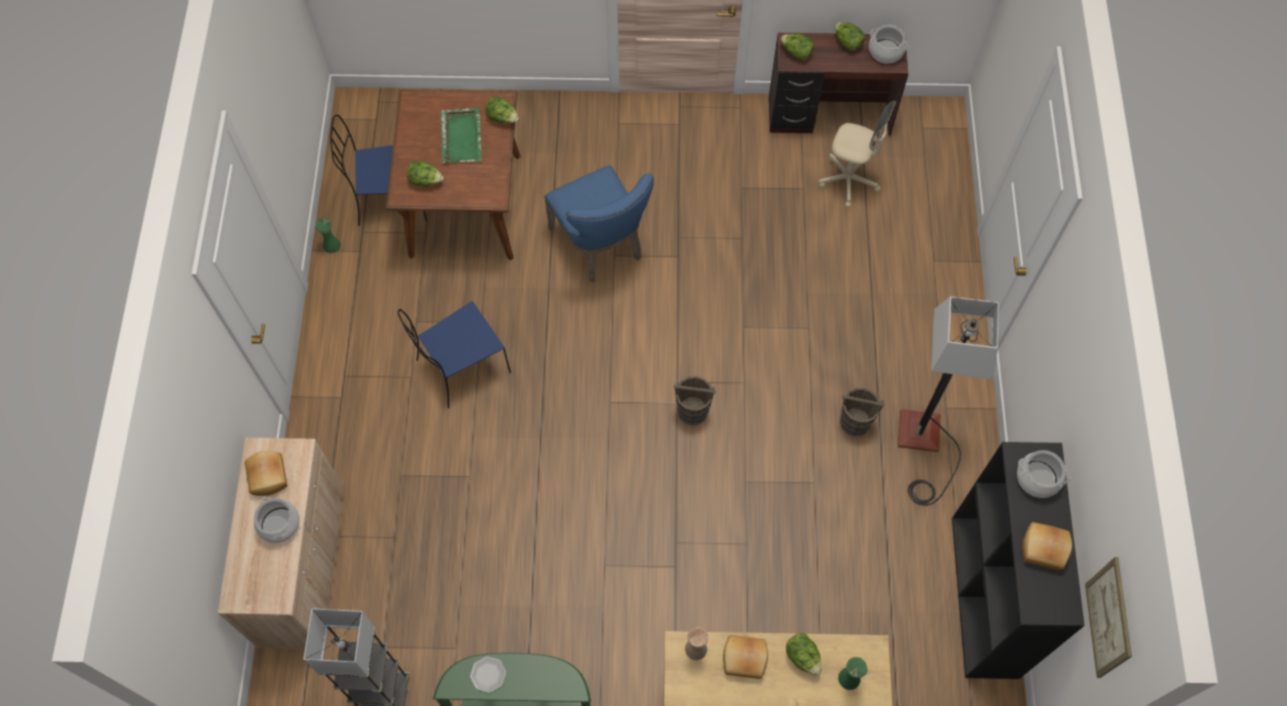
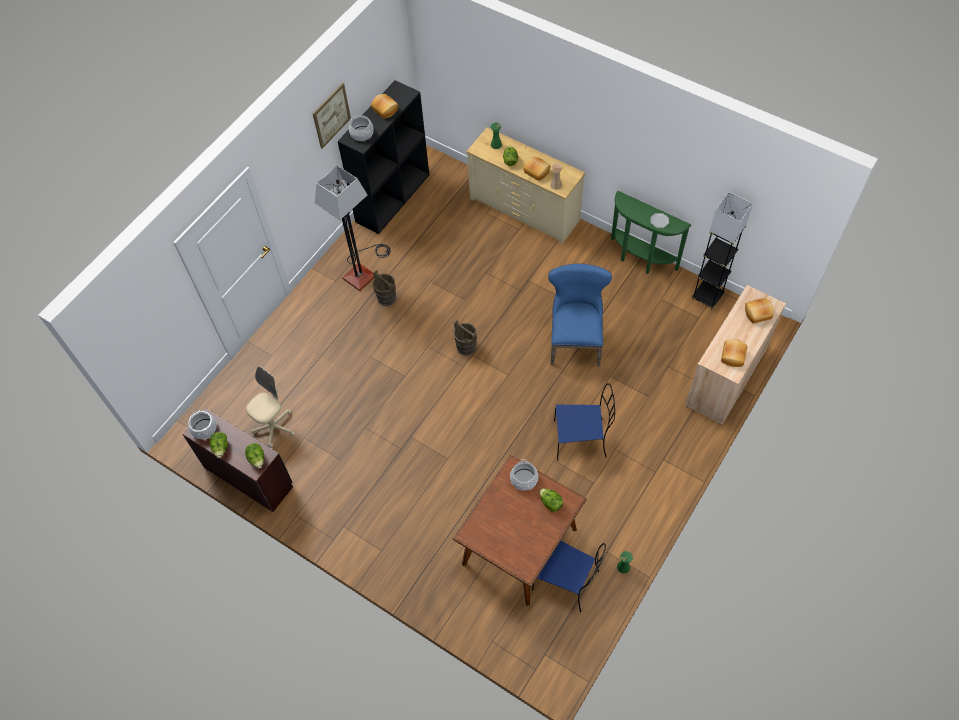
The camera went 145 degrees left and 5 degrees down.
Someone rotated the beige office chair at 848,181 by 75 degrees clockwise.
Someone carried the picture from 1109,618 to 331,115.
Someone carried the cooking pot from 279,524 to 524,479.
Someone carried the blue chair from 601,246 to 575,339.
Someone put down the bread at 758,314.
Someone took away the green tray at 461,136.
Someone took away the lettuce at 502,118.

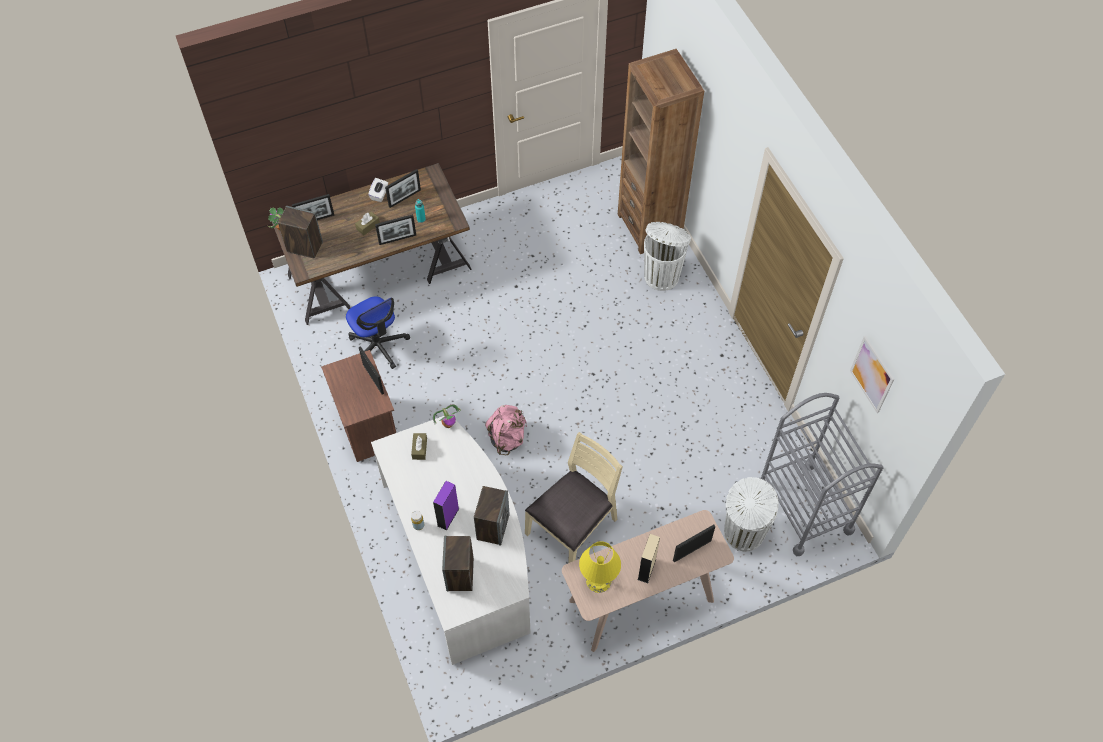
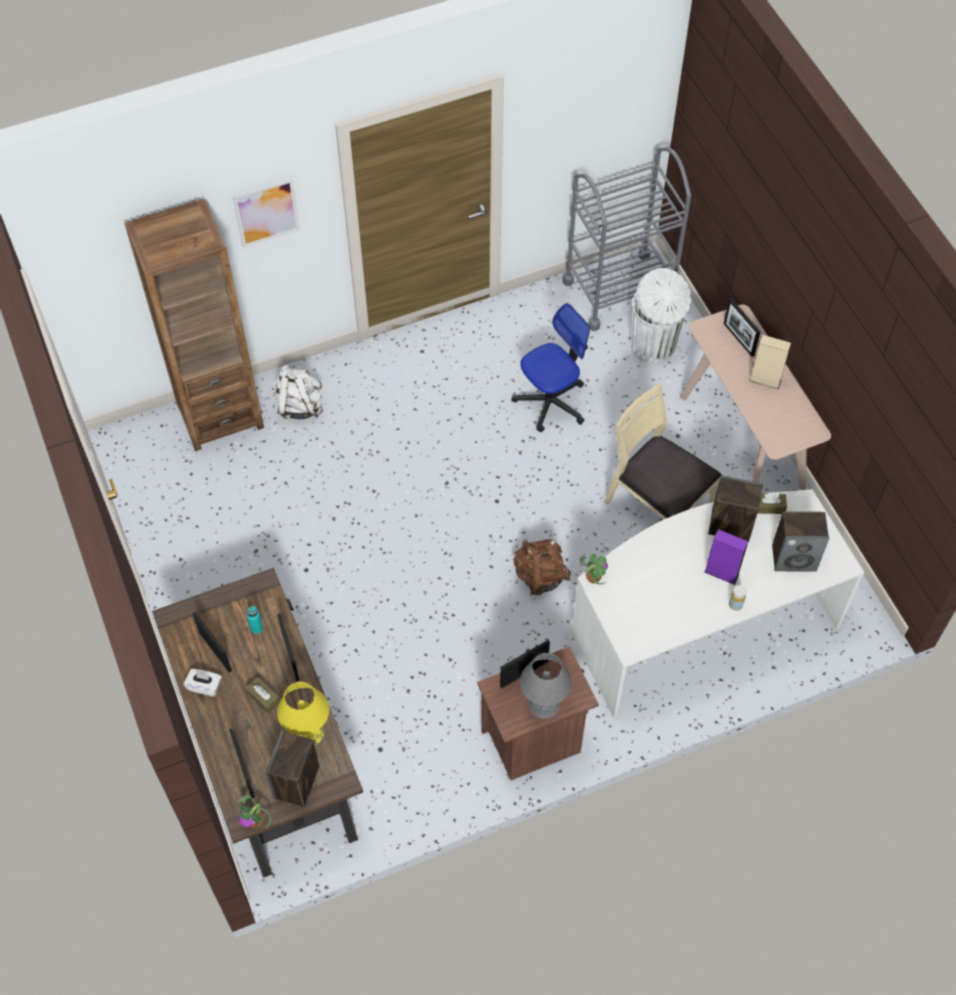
The camera went 90 degrees left and 0 degrees up.
Someone carried the picture from 872,374 to 266,212.
Someone swapped the white trash can at 662,275 for the white backpack at 299,405.
Someone carried the yellow table lamp from 598,580 to 308,732.
Someone carried the office chair from 378,346 to 550,402.
Someone repainted the pink backpack at 507,438, which became the brown backpack at 540,576.
Someone put down the grey table lamp at 544,704.
Someone carried the brown tissue box from 419,448 to 769,507.

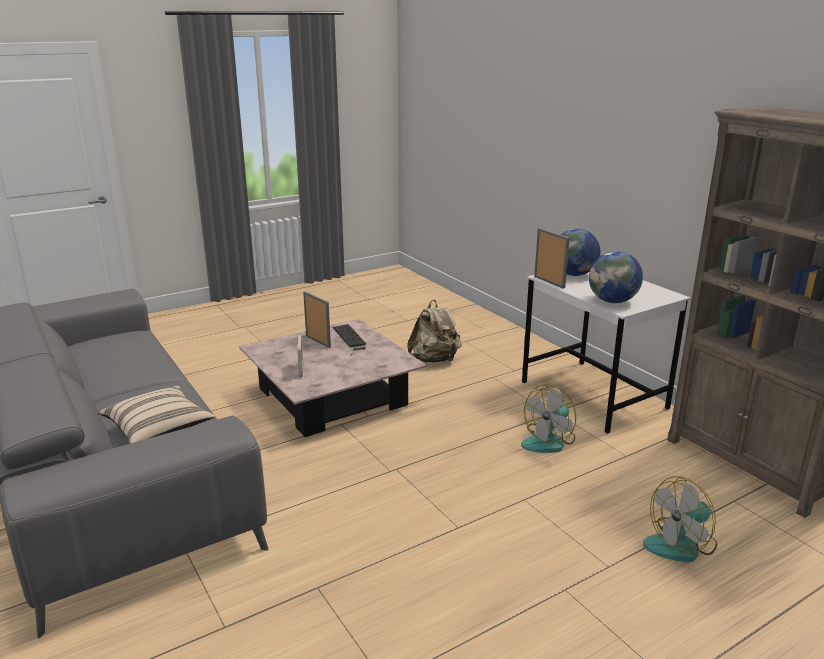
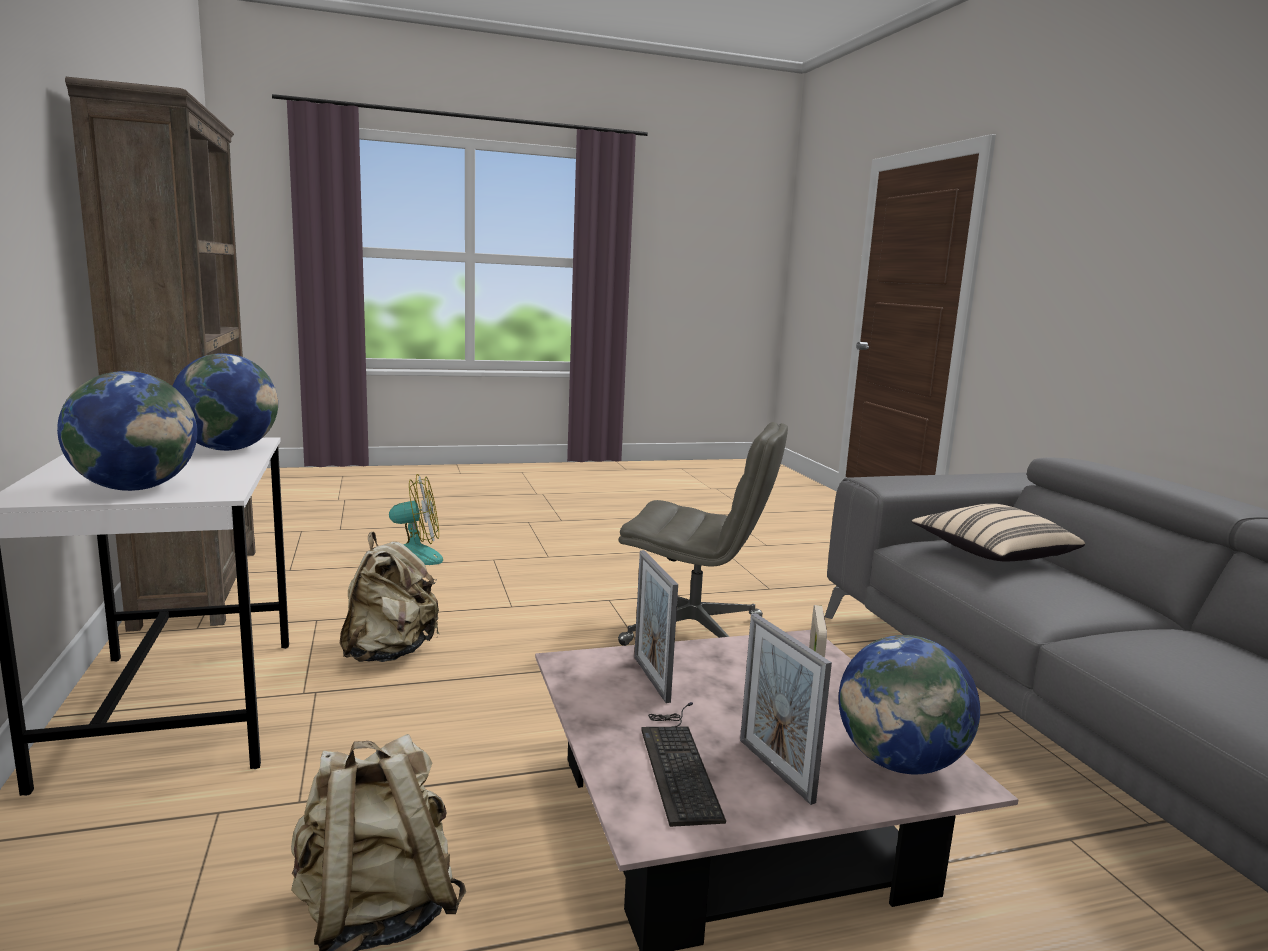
The camera went 165 degrees left and 10 degrees down.
Someone swapped the fan at 549,441 for the beige backpack at 389,653.
Someone put down the grey office chair at 695,632.
Someone carried the picture frame from 549,282 to 651,679.
Someone put down the globe at 899,762.

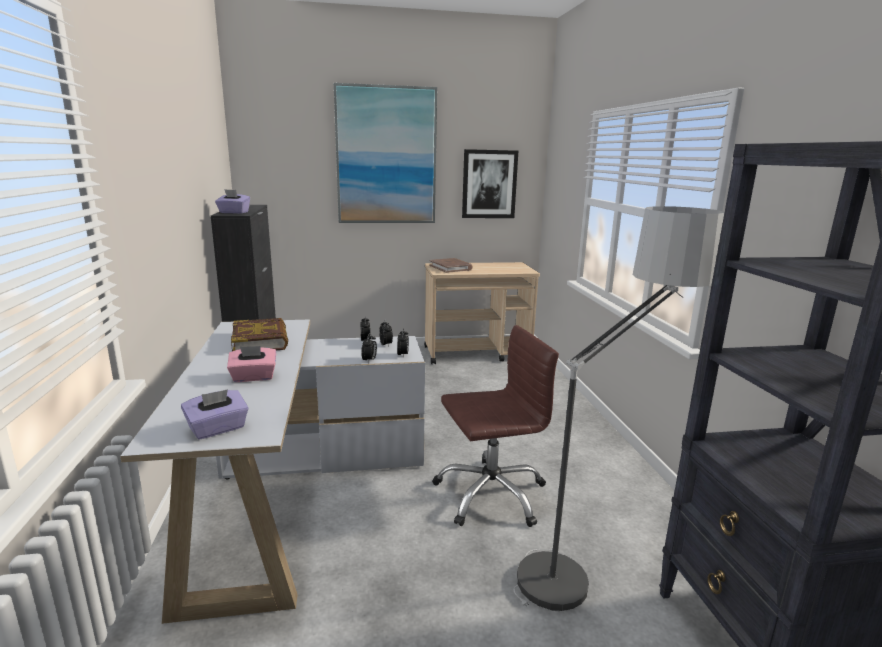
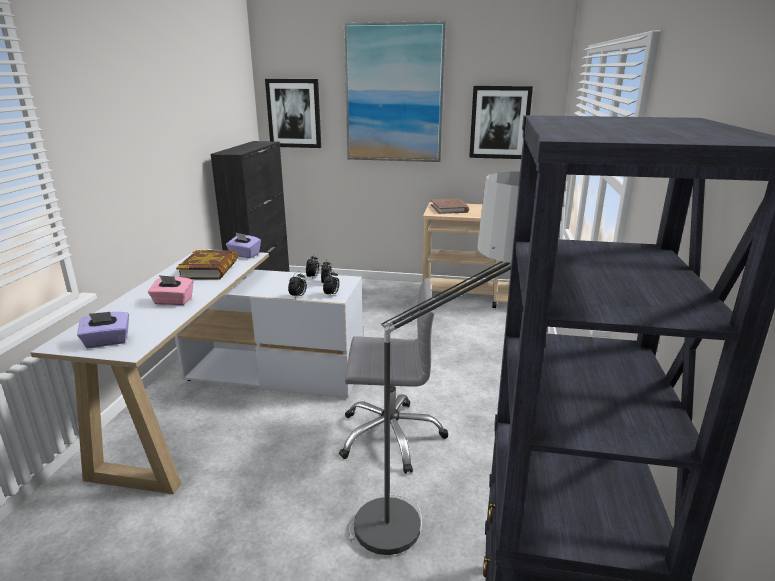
The camera went 20 degrees right and 5 degrees up.
Someone carried the purple tissue box from 233,212 to 244,255.
Someone put up the picture at 294,113.
Someone repainted the brown office chair at 490,494, which became the grey office chair at 390,435.

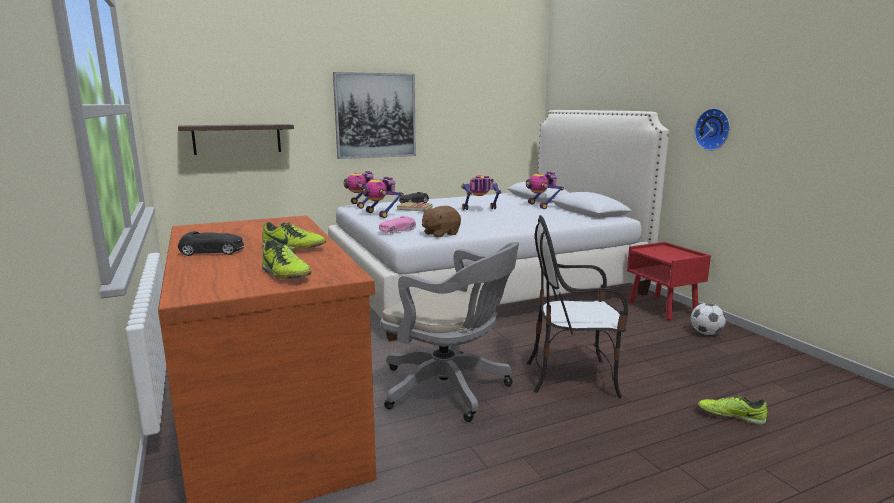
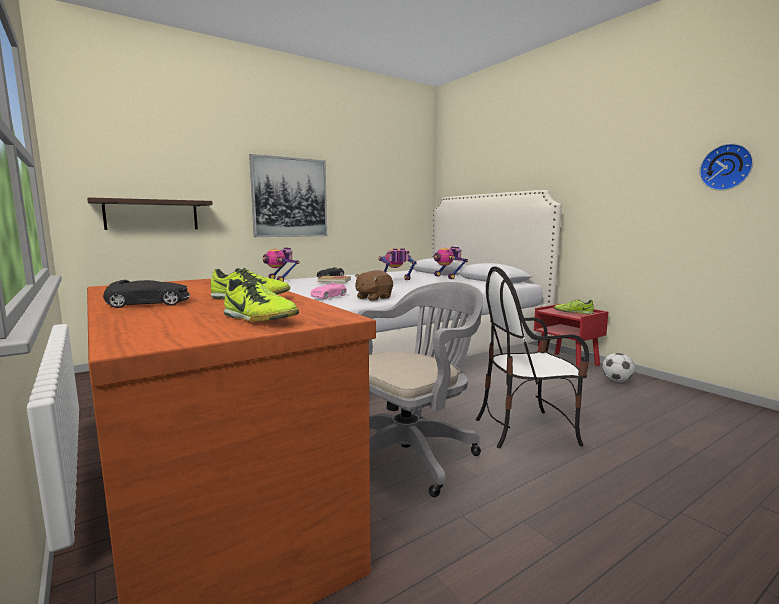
The camera went 10 degrees left and 5 degrees down.
Someone rotated the grey office chair at 450,389 by 60 degrees counterclockwise.
Someone carried the shoe from 730,416 to 573,313.
Someone carried the wall clock from 714,129 to 726,167.
Someone took away the toy robot at 381,214.

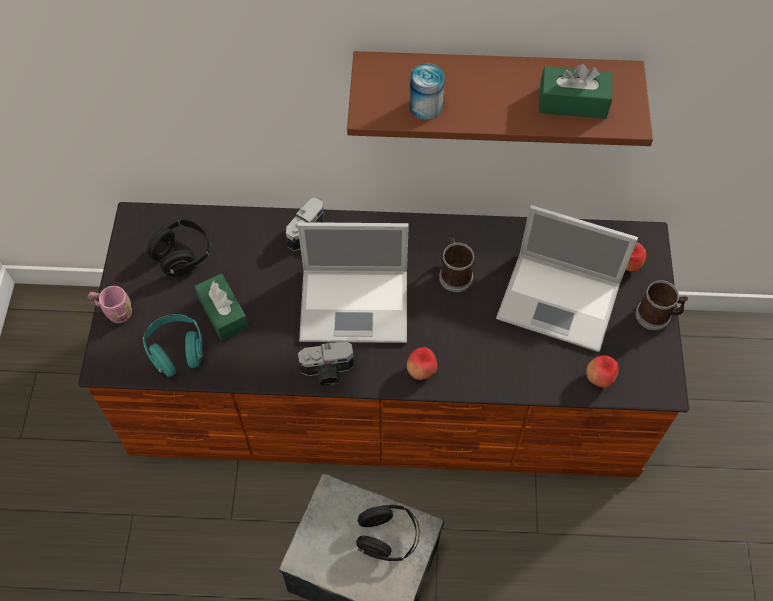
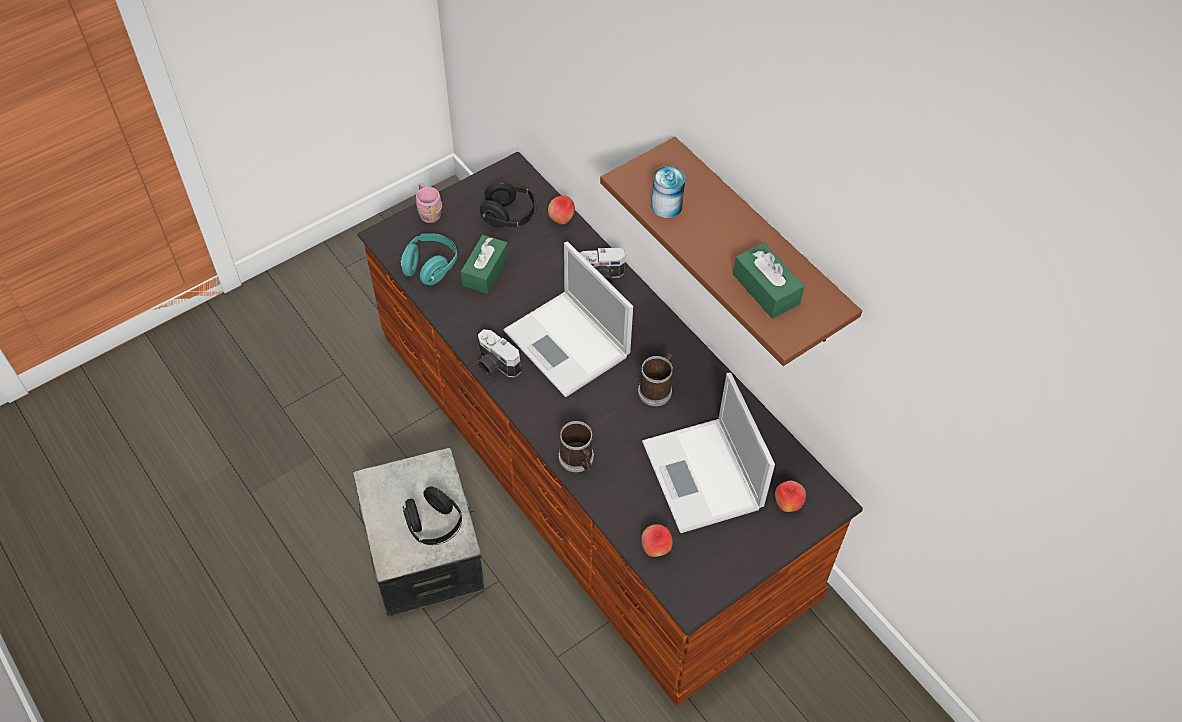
The camera went 50 degrees right and 5 degrees down.
Someone carried the apple from 421,371 to 561,219.
Someone carried the mug from 657,315 to 578,460.

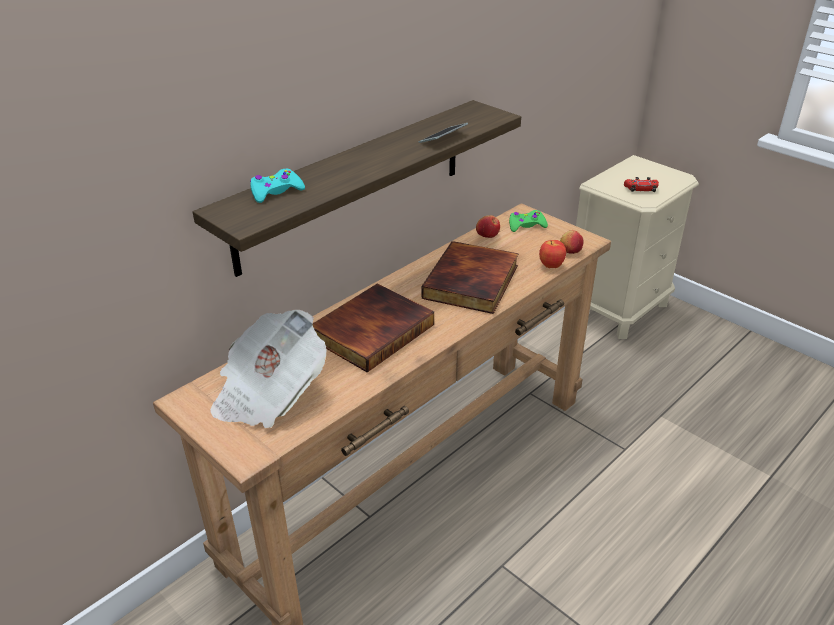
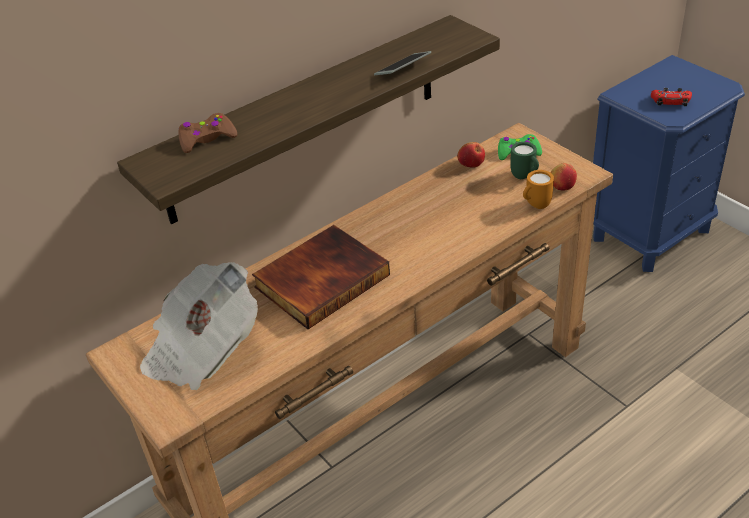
The camera went 10 degrees right and 5 degrees up.
Someone repainted the turquoise game controller at 276,192, which became the brown game controller at 207,139.
Someone put down the green mug at 525,176.
Someone swapped the apple at 551,266 for the orange mug at 535,206.
Someone repainted the beige nightstand at 618,308, which became the blue nightstand at 649,233.
Someone took away the book at 473,282.

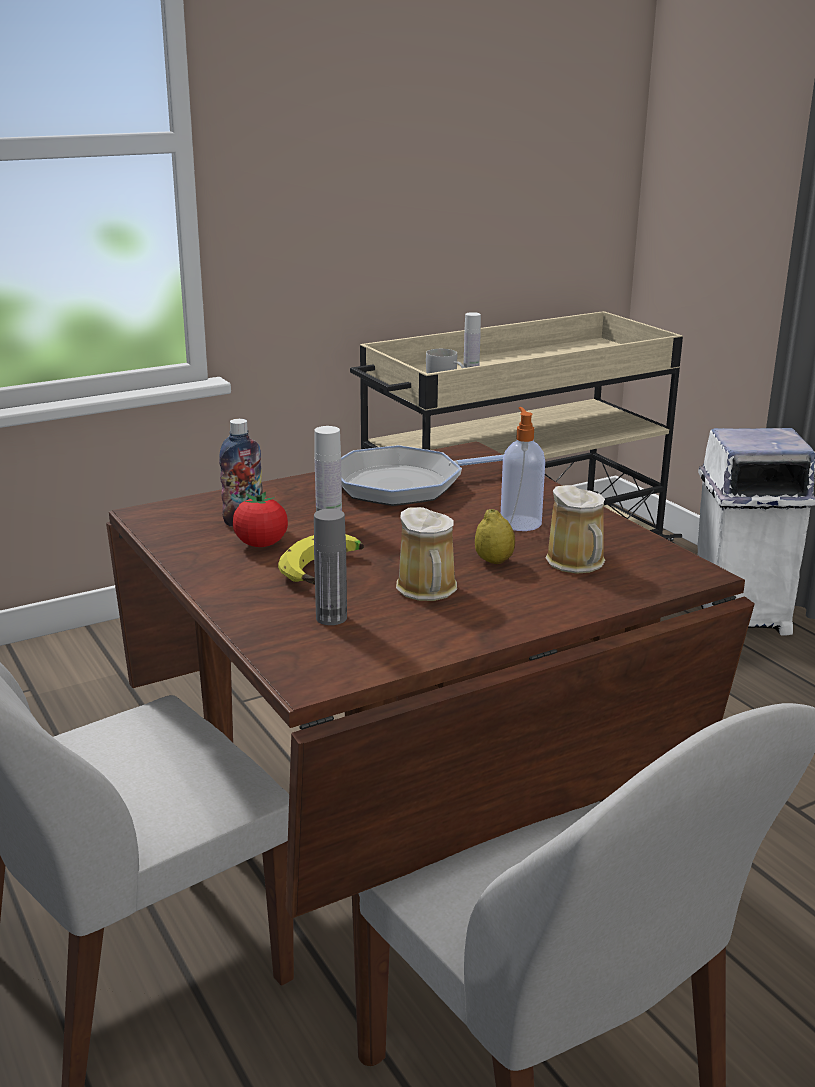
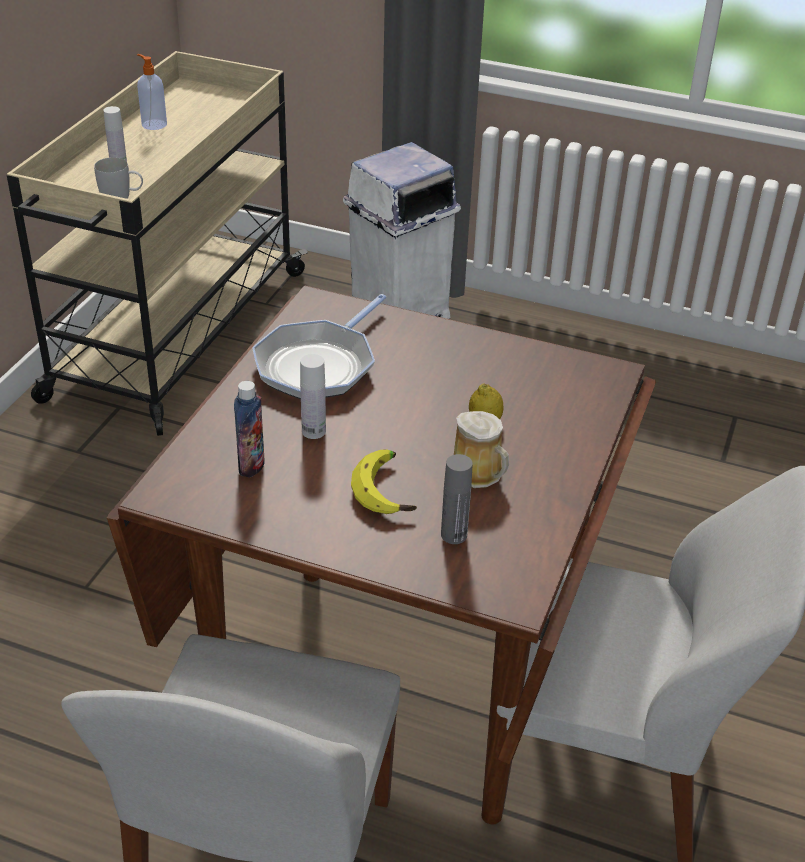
The camera went 40 degrees left and 15 degrees up.
Someone carried the soap dispenser from 520,523 to 153,124.
Someone took away the tomato at 261,544.
Someone took away the mug at 577,563.

